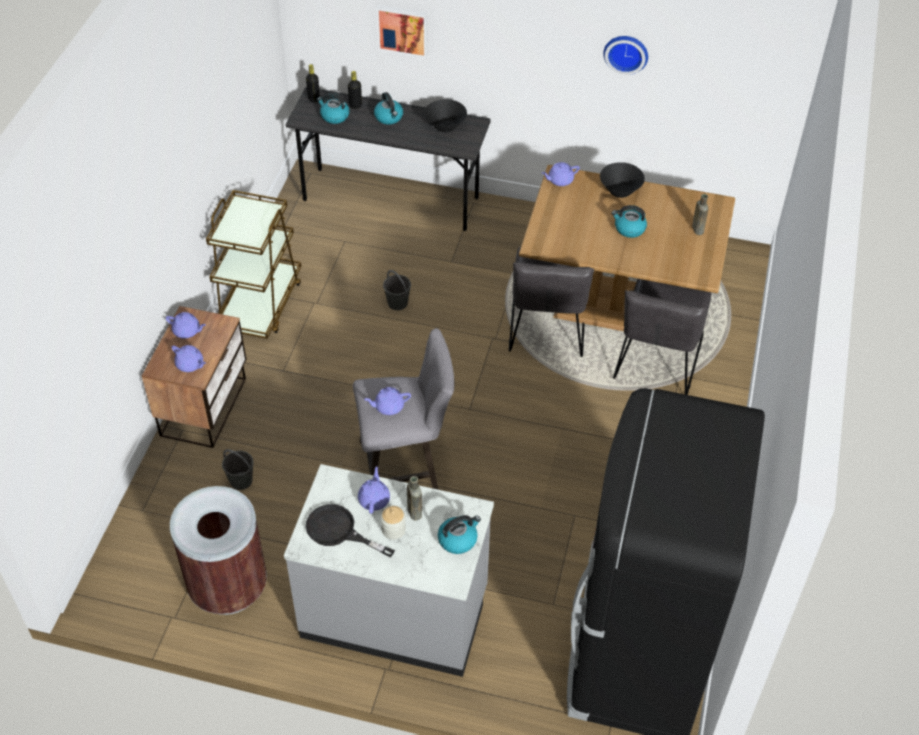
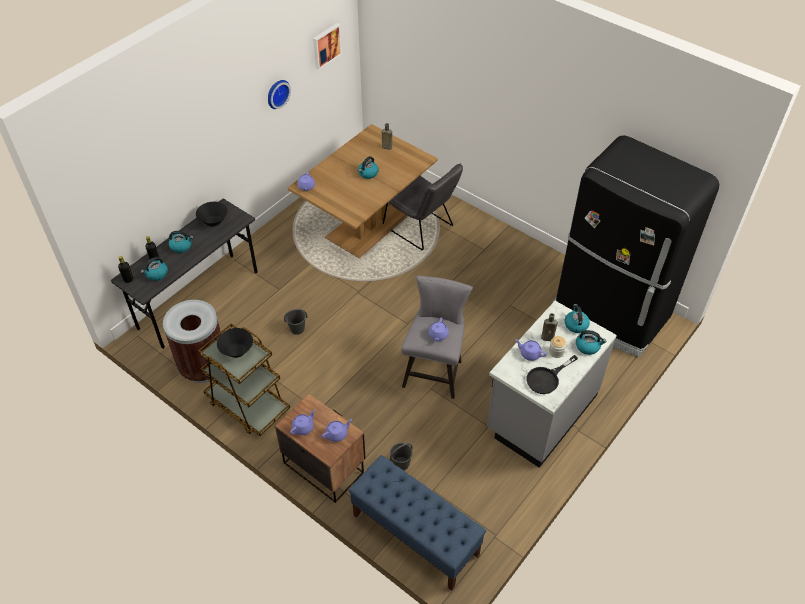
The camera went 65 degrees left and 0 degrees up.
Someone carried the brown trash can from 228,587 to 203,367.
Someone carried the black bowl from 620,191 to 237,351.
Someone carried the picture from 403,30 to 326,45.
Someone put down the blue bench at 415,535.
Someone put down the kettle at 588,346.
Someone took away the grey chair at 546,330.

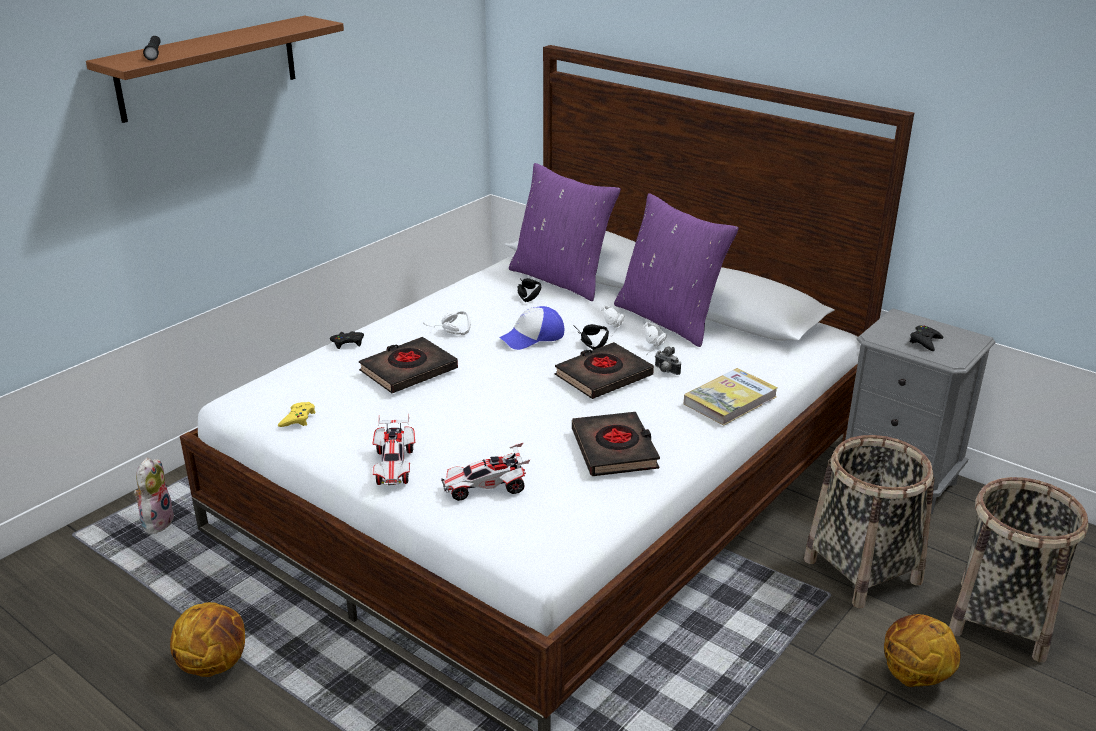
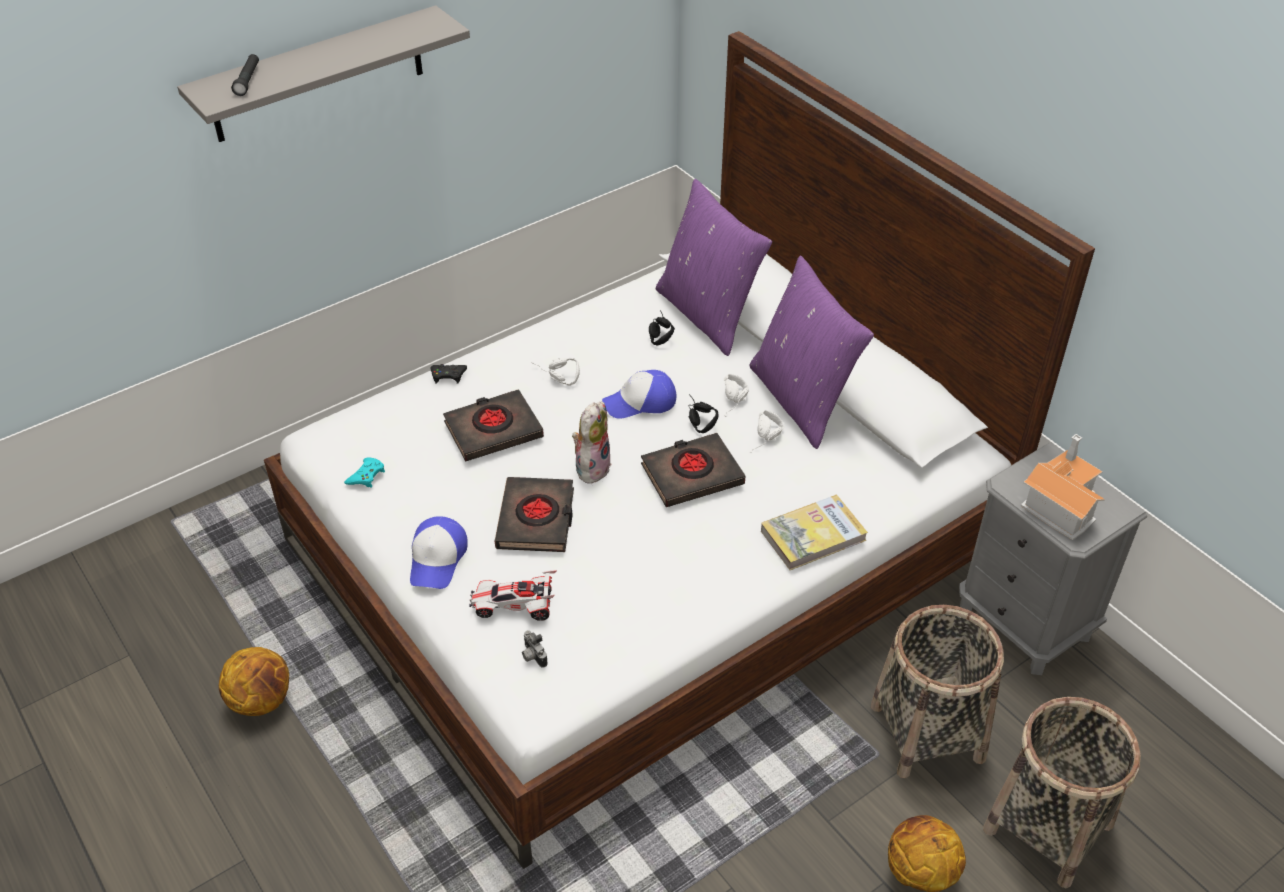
The camera went 15 degrees right and 15 degrees up.
Someone repainted the brown shelf at 208,68, which became the grey shelf at 318,75.
Someone repainted the yellow game controller at 298,418, which became the turquoise game controller at 366,476.
Someone swapped the toy car at 394,466 for the cap at 438,559.
Someone carried the black book from 615,450 to 536,519.
Someone carried the photo camera from 665,371 to 532,656.
Someone carried the plush toy from 157,522 to 591,467.
Someone swapped the black game controller at 925,341 for the toy house at 1060,503.

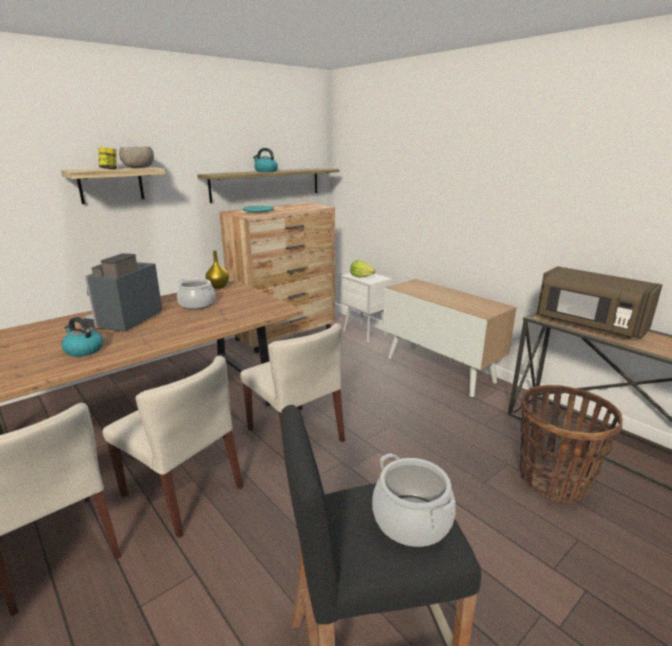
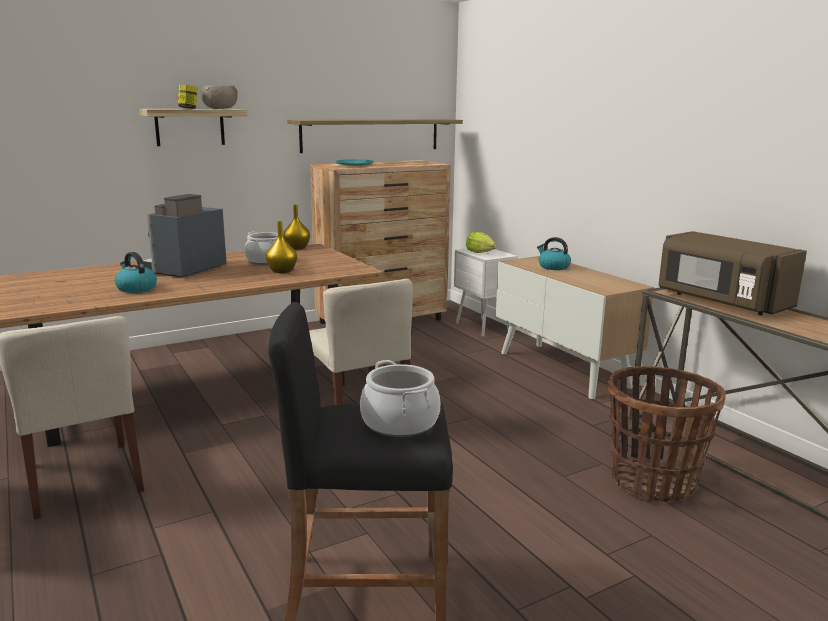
The camera went 10 degrees right and 5 degrees down.
Someone put down the yellow vase at 281,271.
Someone carried the kettle from 265,171 to 553,267.
Someone took away the beige chair at 183,491.

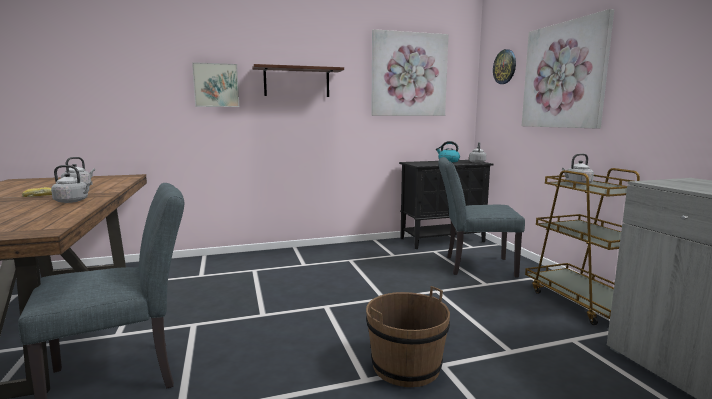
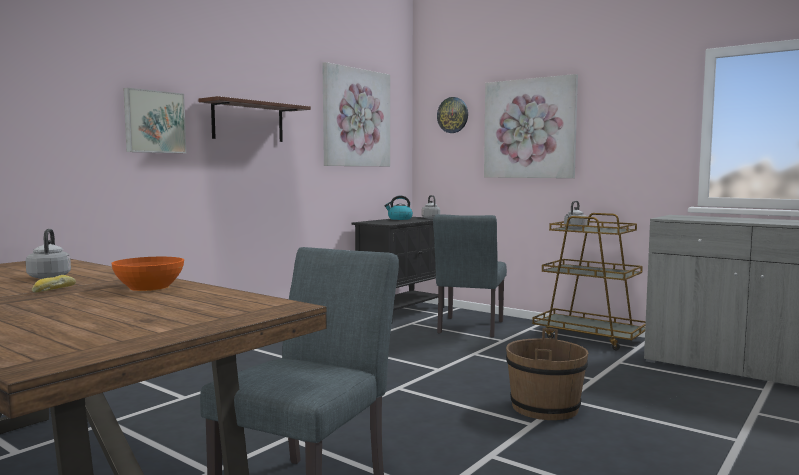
The camera went 35 degrees left and 5 degrees down.
Someone swapped the grey kettle at 73,201 for the orange bowl at 150,287.
Someone rotated the grey chair at 473,266 by 45 degrees counterclockwise.

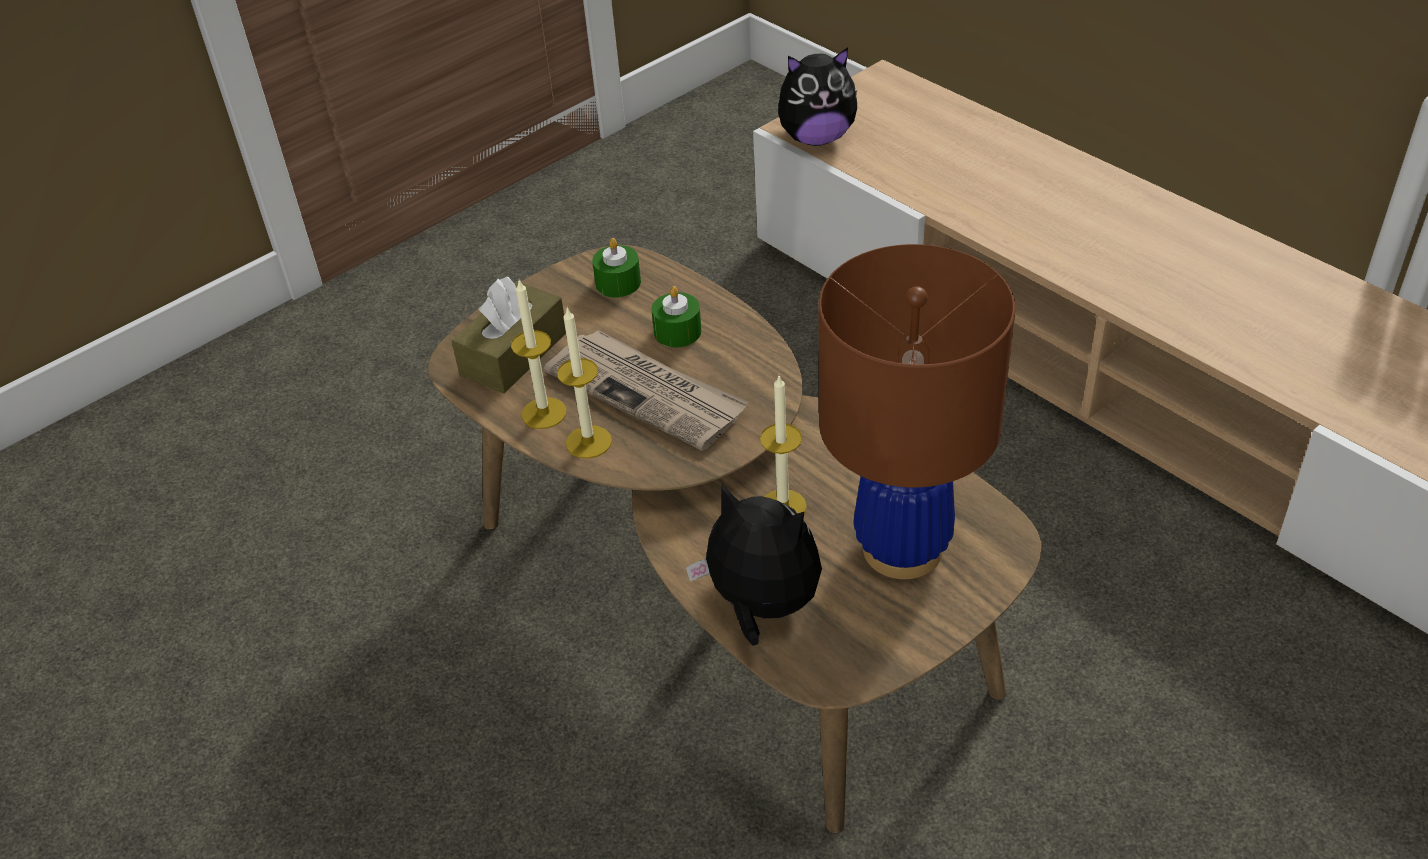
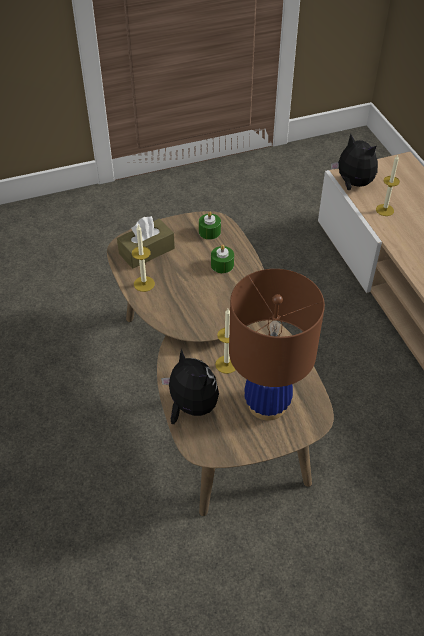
The camera went 20 degrees right and 5 degrees up.
Someone rotated the plush toy at 816,138 by 150 degrees counterclockwise.
Someone carried the candle from 588,442 to 384,210.
Someone took away the newspaper at 648,392.

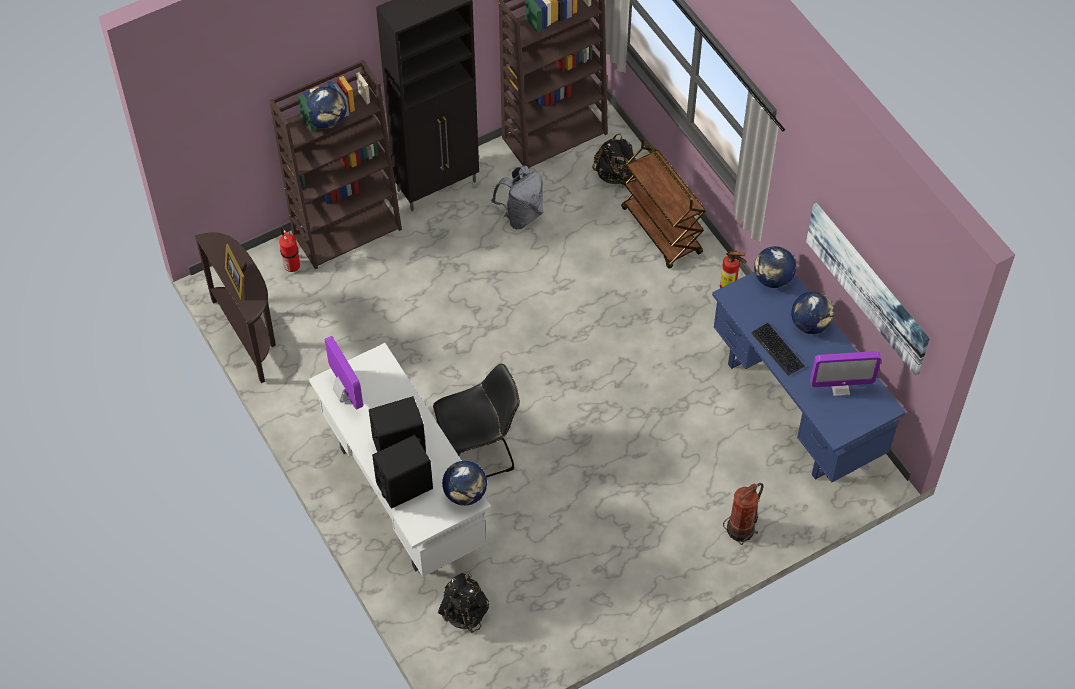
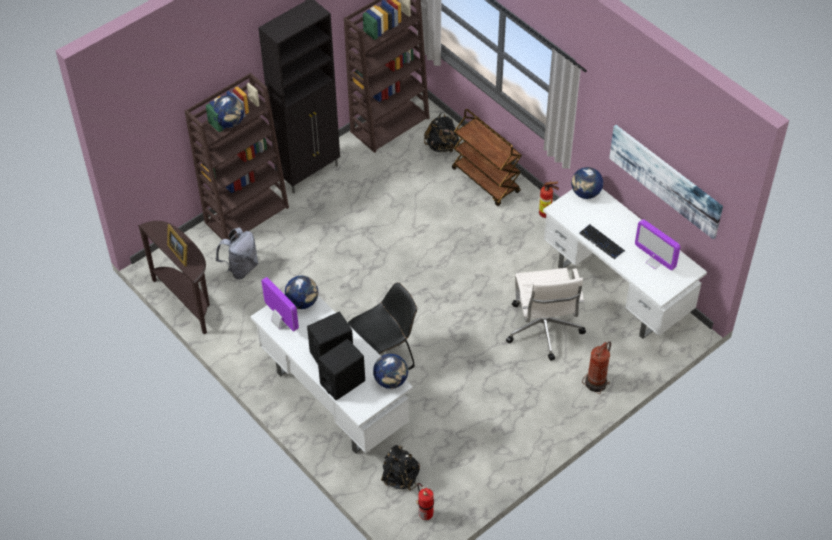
The camera went 10 degrees left and 5 degrees down.
Someone carried the grey backpack from 521,215 to 241,268.
Someone carried the globe from 810,324 to 302,302.
Someone carried the fire extinguisher from 291,265 to 424,513.
Someone put down the white office chair at 543,330.
Someone repainted the blue desk at 796,408, which became the white desk at 616,290.
Someone rotated the monitor at 840,388 by 60 degrees clockwise.

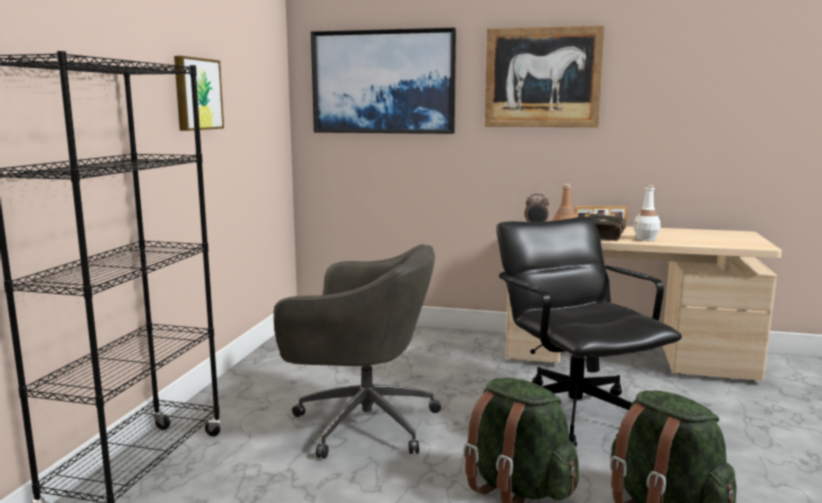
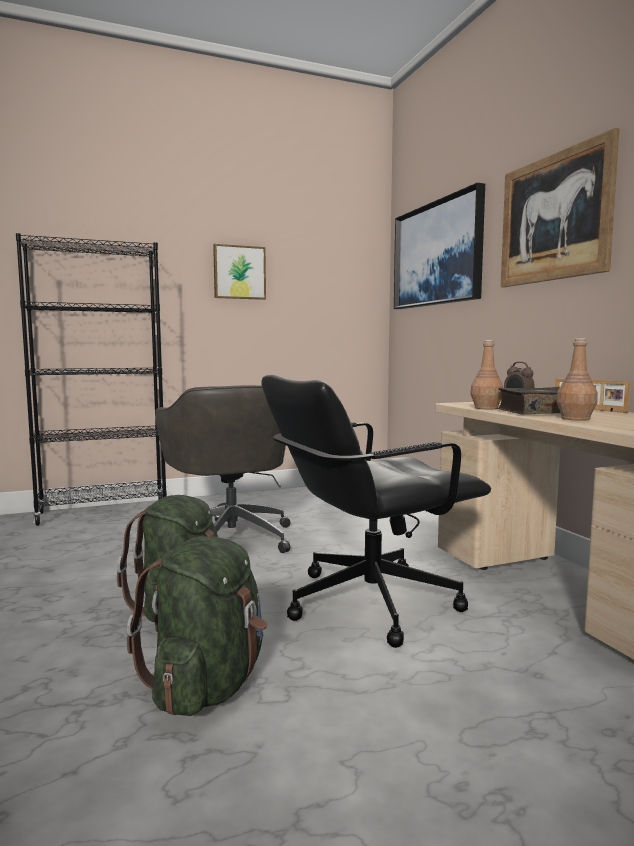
The camera went 55 degrees right and 5 degrees down.
Someone rotated the black office chair at 574,413 by 150 degrees counterclockwise.
Someone repainted the white bottle at 646,239, which became the brown bottle at 575,419.

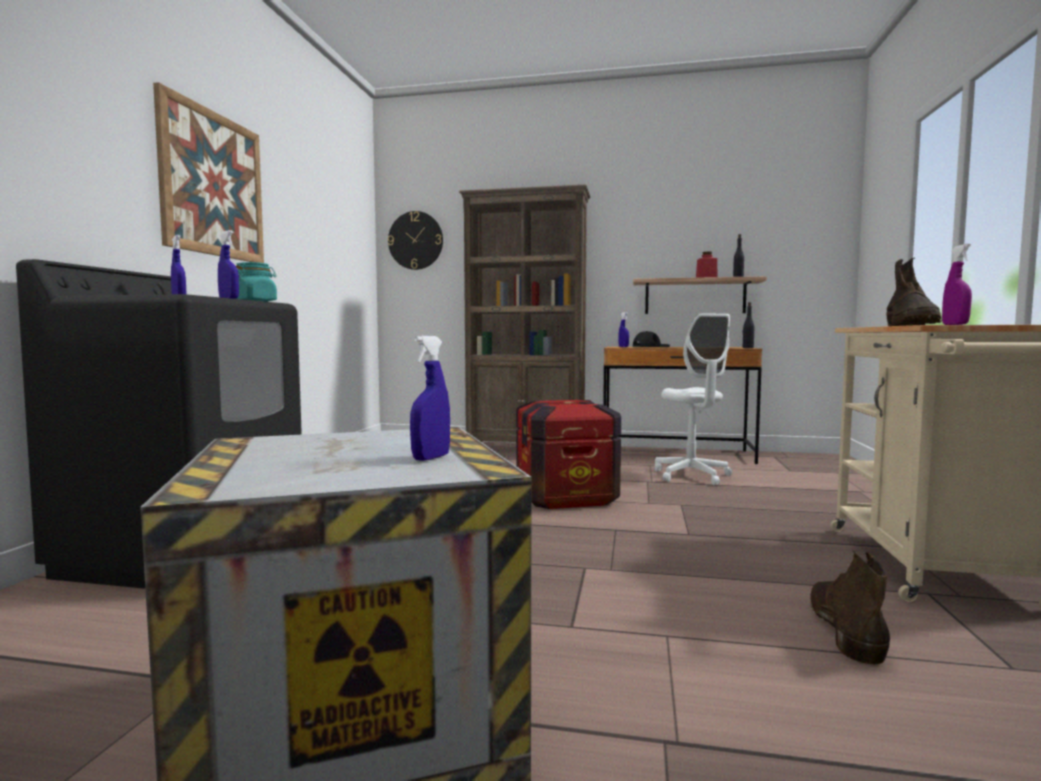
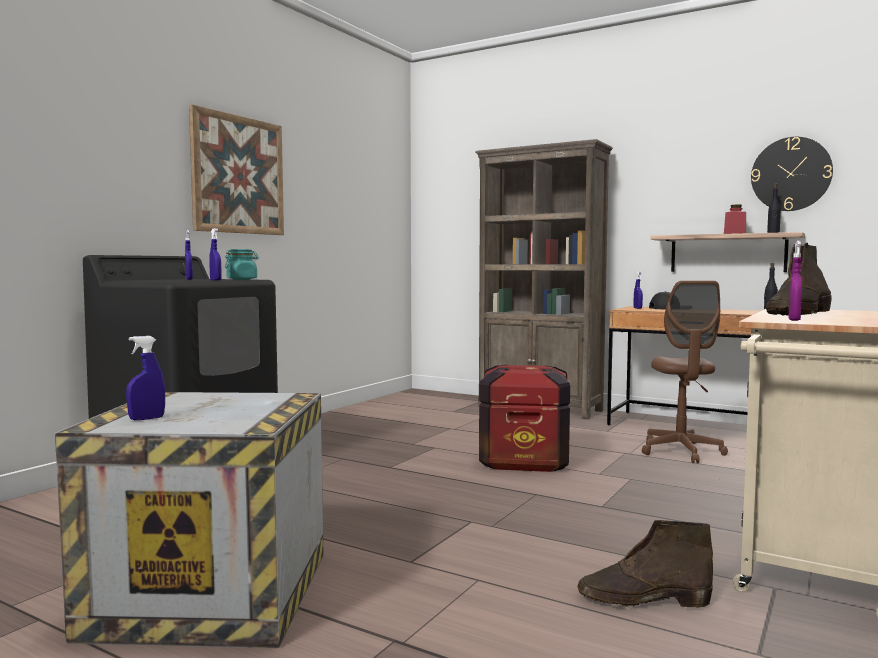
The camera went 20 degrees right and 0 degrees up.
Someone carried the blue spray bottle from 431,458 to 147,418.
Someone rotated the brown boot at 844,628 by 120 degrees counterclockwise.
Someone repainted the white office chair at 692,476, which became the brown office chair at 681,451.
Someone carried the wall clock from 415,240 to 791,174.

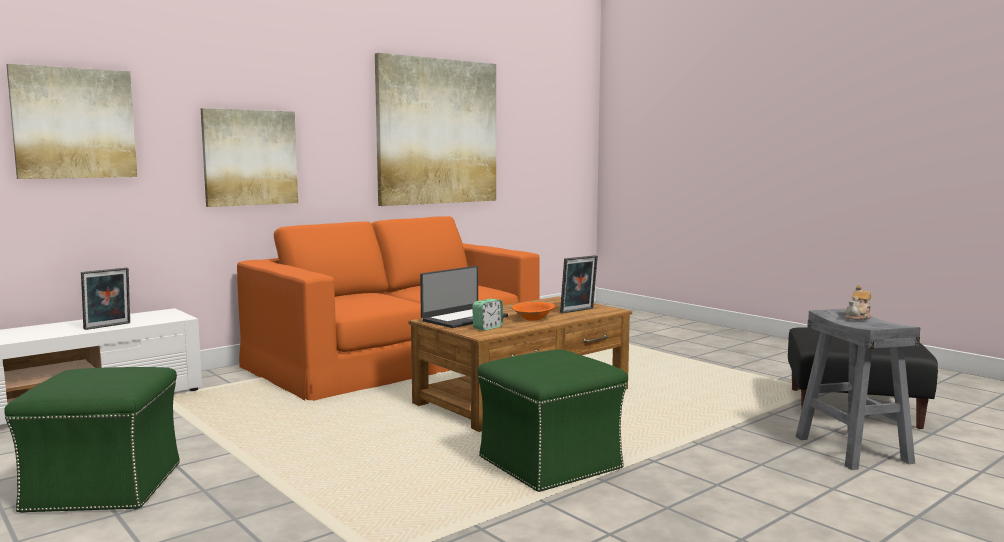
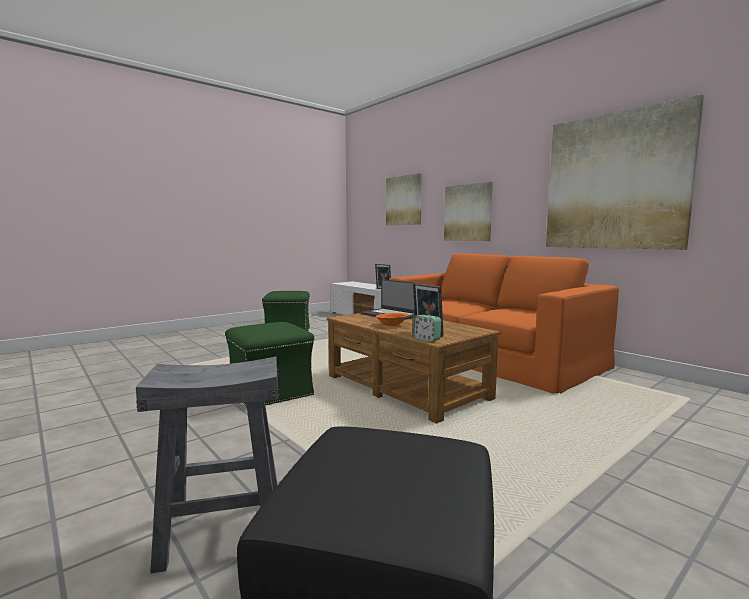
The camera went 90 degrees right and 0 degrees up.
Someone carried the alarm clock from 487,328 to 426,339.
Someone took away the teapot at 858,317.

